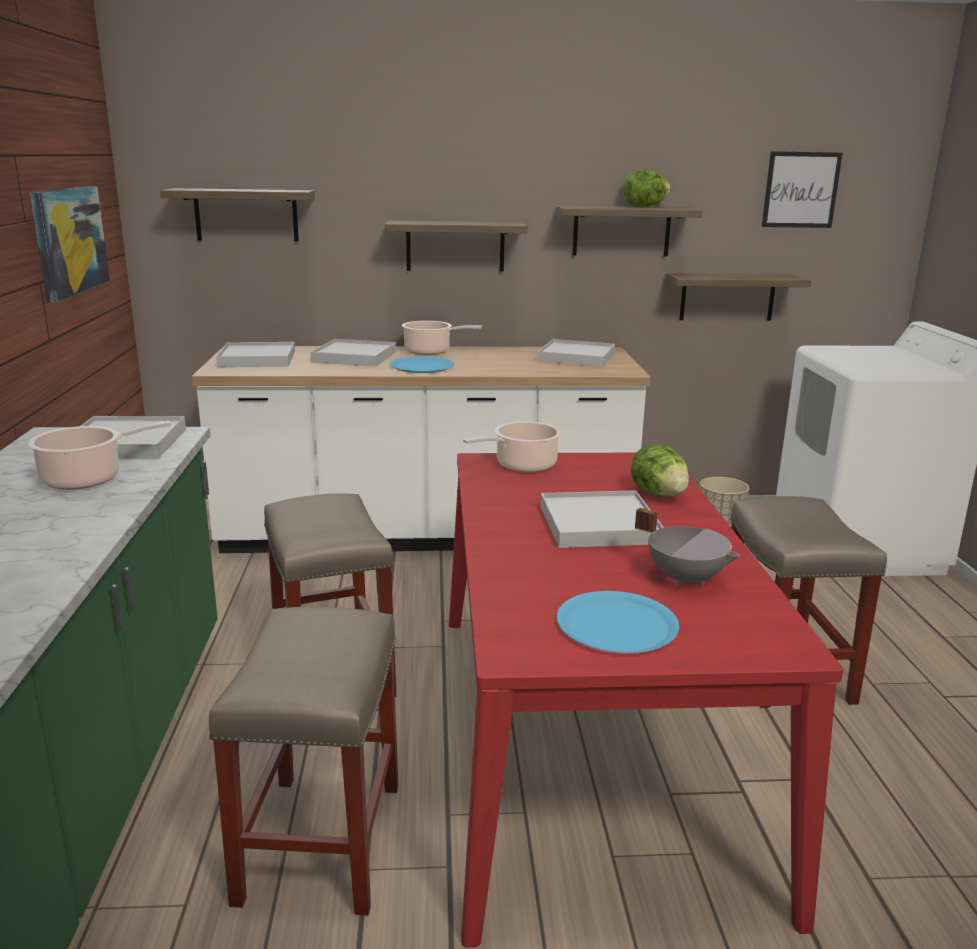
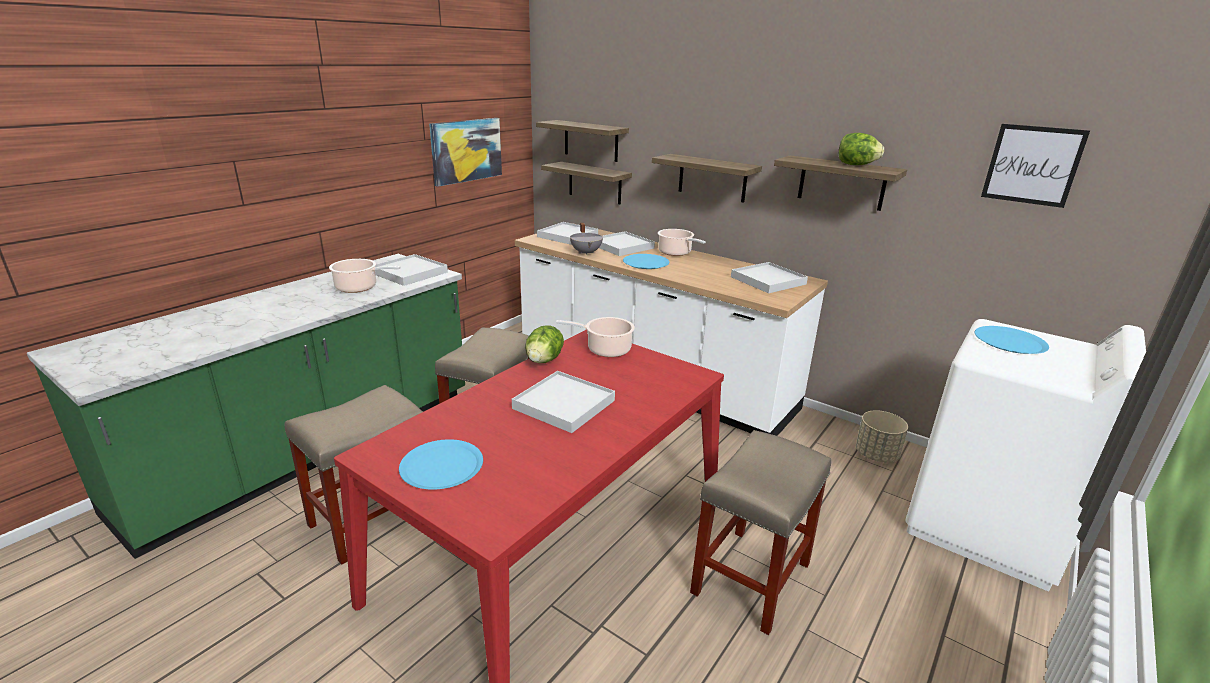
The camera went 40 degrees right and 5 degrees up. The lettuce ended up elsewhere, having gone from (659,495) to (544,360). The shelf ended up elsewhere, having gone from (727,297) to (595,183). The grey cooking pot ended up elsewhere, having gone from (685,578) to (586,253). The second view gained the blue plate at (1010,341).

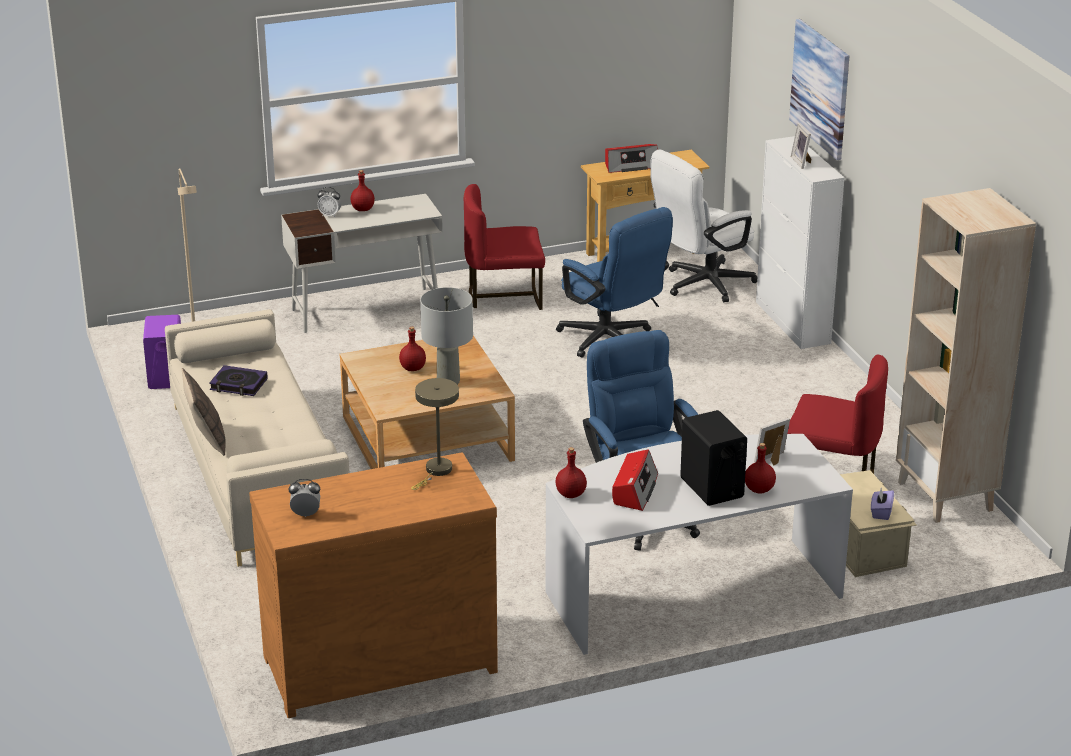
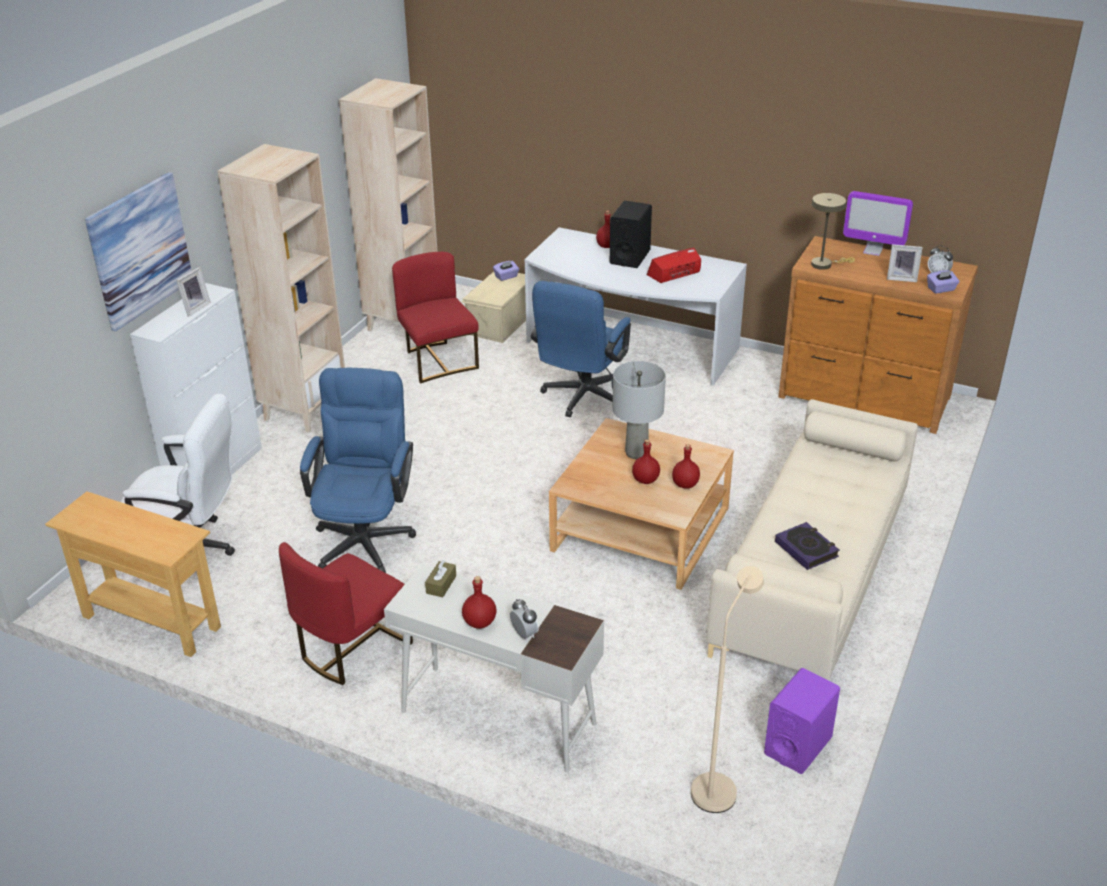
The camera went 135 degrees left and 5 degrees up. The second view gained the beige bookcase at (304,409). The red chair at (504,295) ended up facing another way, 90 degrees clockwise from before. The second view gained the brown tissue box at (441,584). The red bottle ended up elsewhere, having gone from (570,494) to (685,485). The second view gained the monitor at (872,251). The picture frame ended up elsewhere, having gone from (773,460) to (901,278). The second view gained the purple tissue box at (941,289). The second view lost the pillow at (206,440). The second view lost the radio at (630,165).

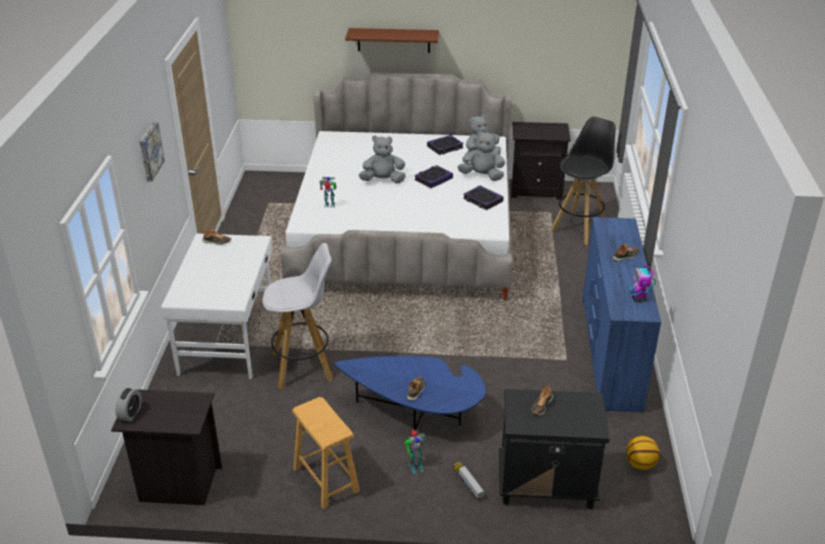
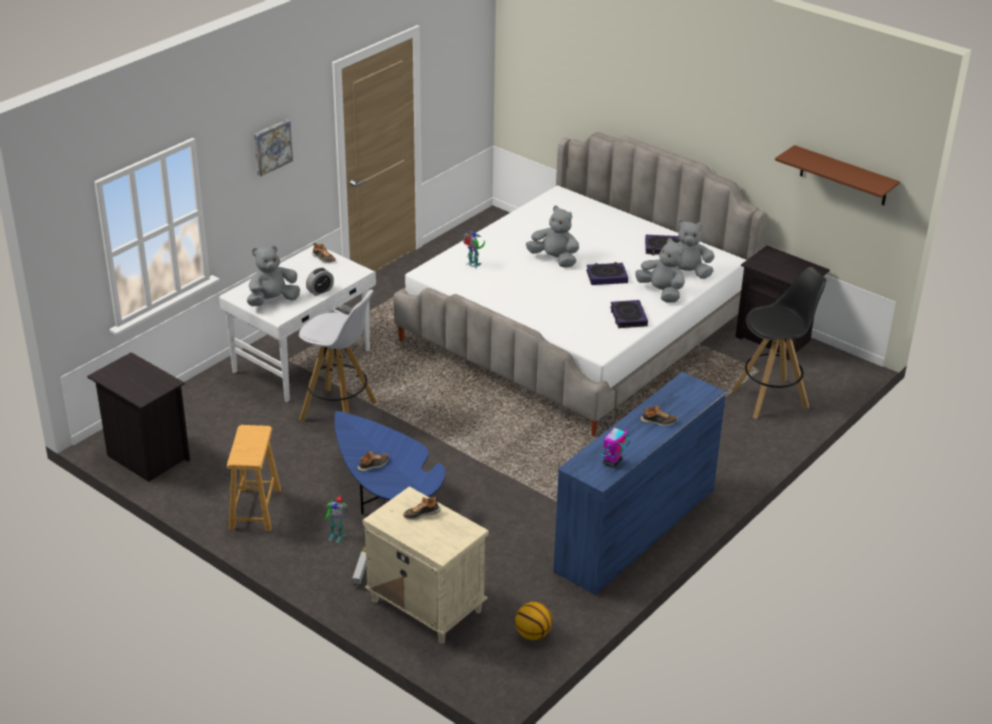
The camera went 35 degrees right and 0 degrees up. The second view gained the grey plush toy at (272,301). The alarm clock ended up elsewhere, having gone from (130,413) to (320,291). What was the black nightstand at (545,486) turned into the beige nightstand at (425,606). The brown shelf ended up elsewhere, having gone from (393,40) to (843,176).

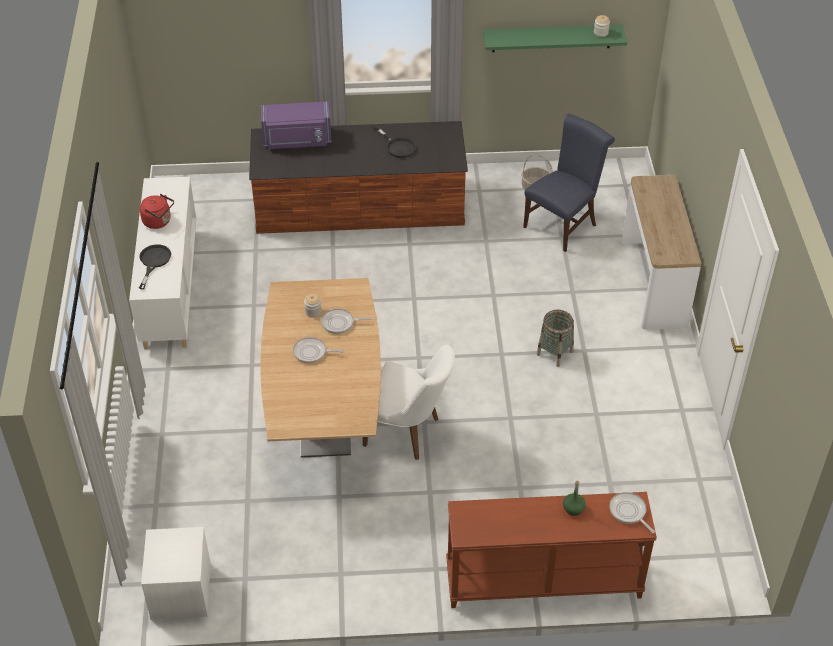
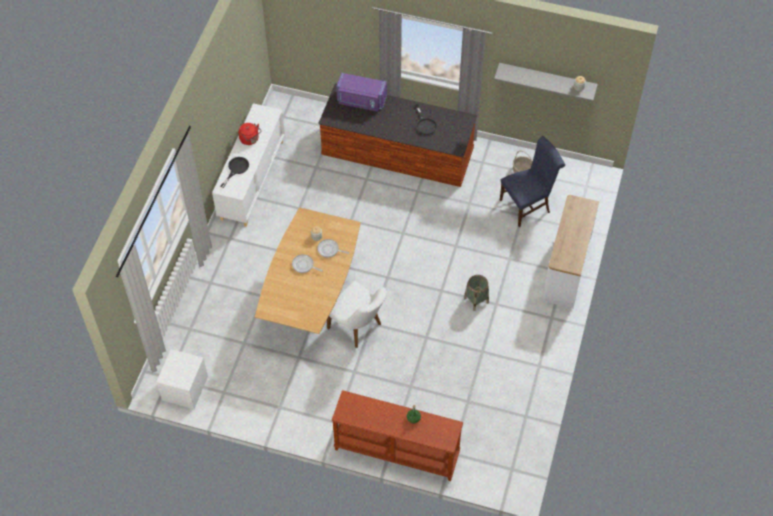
The camera went 20 degrees right and 10 degrees up. What was the green shelf at (551,38) turned into the grey shelf at (547,79). The second view lost the frying pan at (629,512).

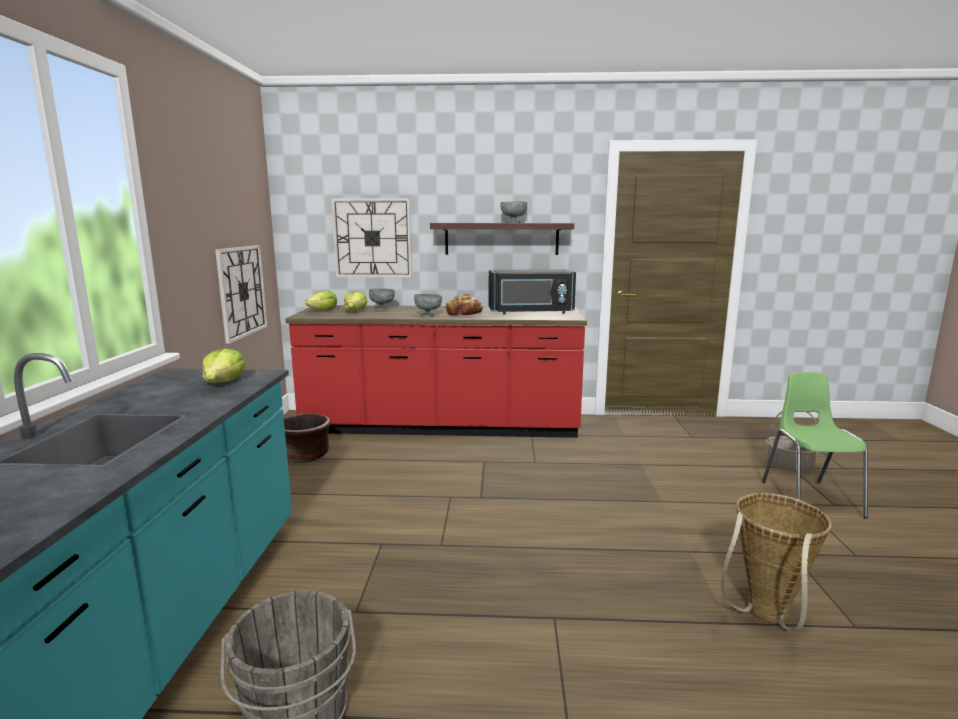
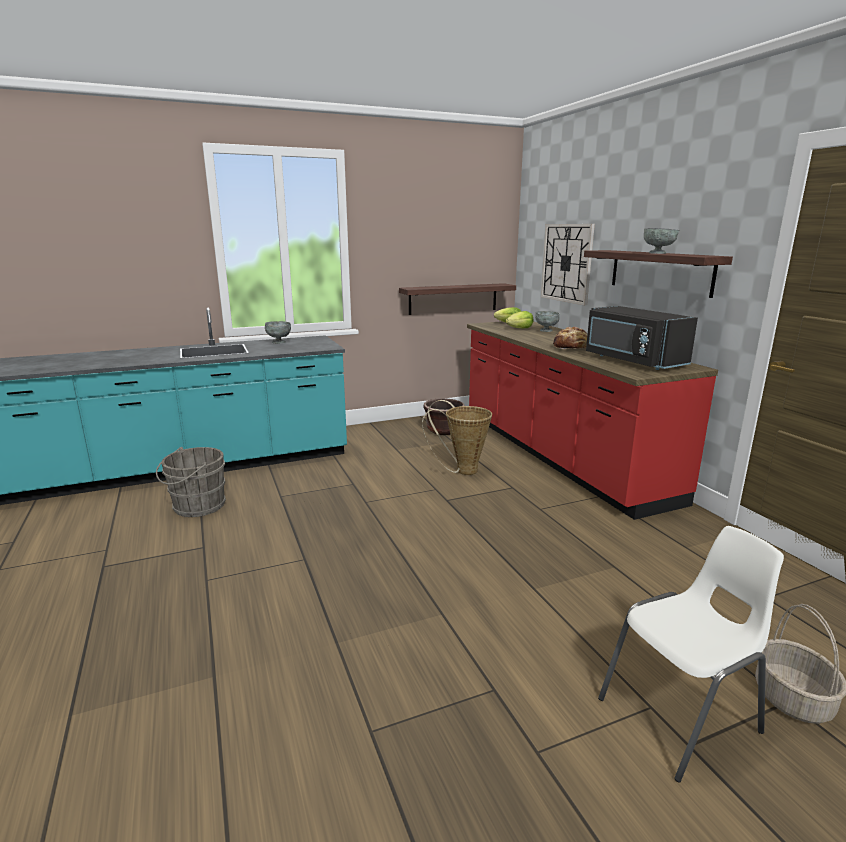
The camera went 65 degrees right and 5 degrees up. The grey bowl ended up elsewhere, having gone from (428,315) to (279,342). Where the wall clock hung at (241,291), the shelf came to hang at (453,298). The basket ended up elsewhere, having gone from (765,617) to (461,470). What was the green chair at (810,498) turned into the white chair at (681,717). The second view lost the lettuce at (223,382).

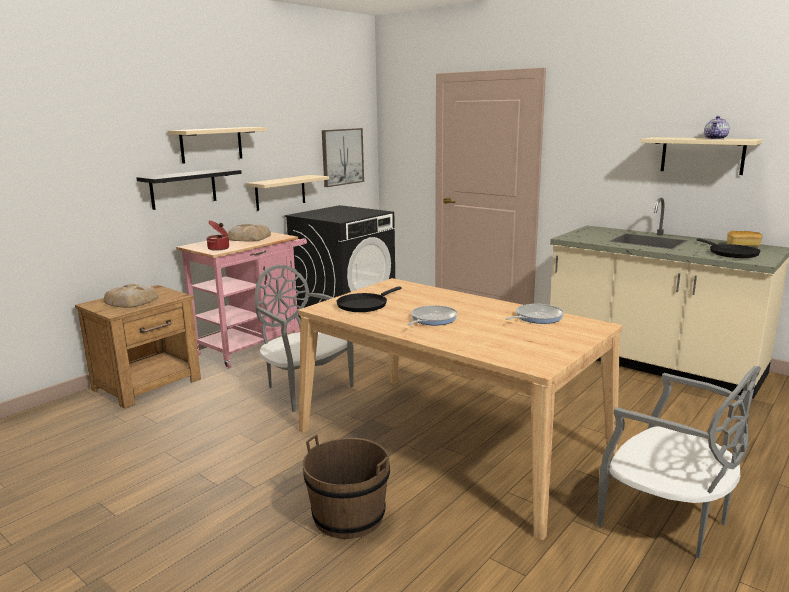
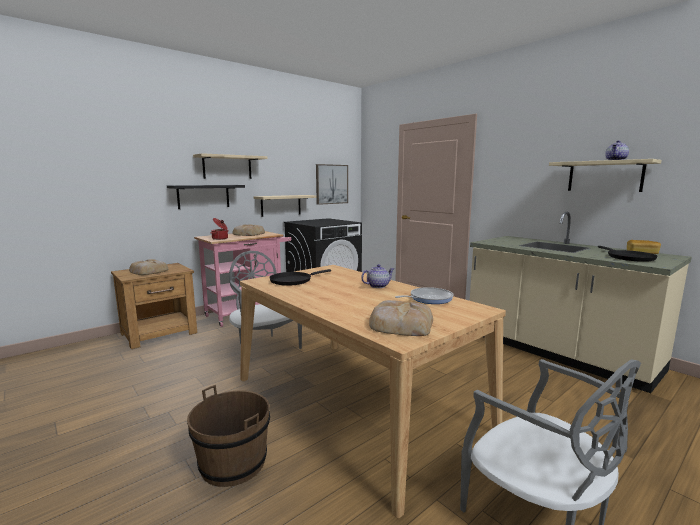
The camera went 10 degrees right and 5 degrees down. The second view gained the teapot at (378,286). The second view gained the bread at (400,324). The second view lost the frying pan at (432,319).

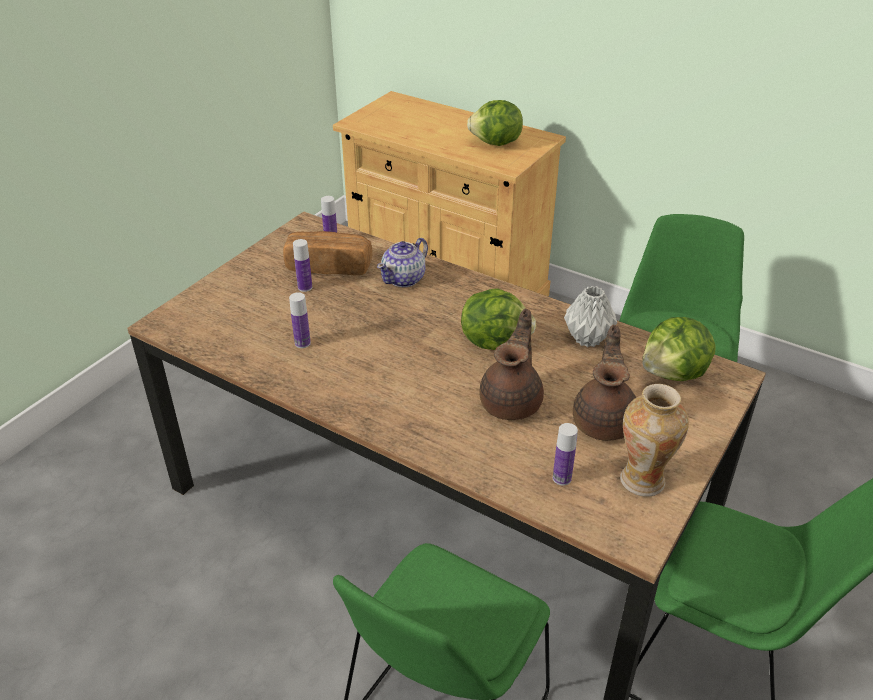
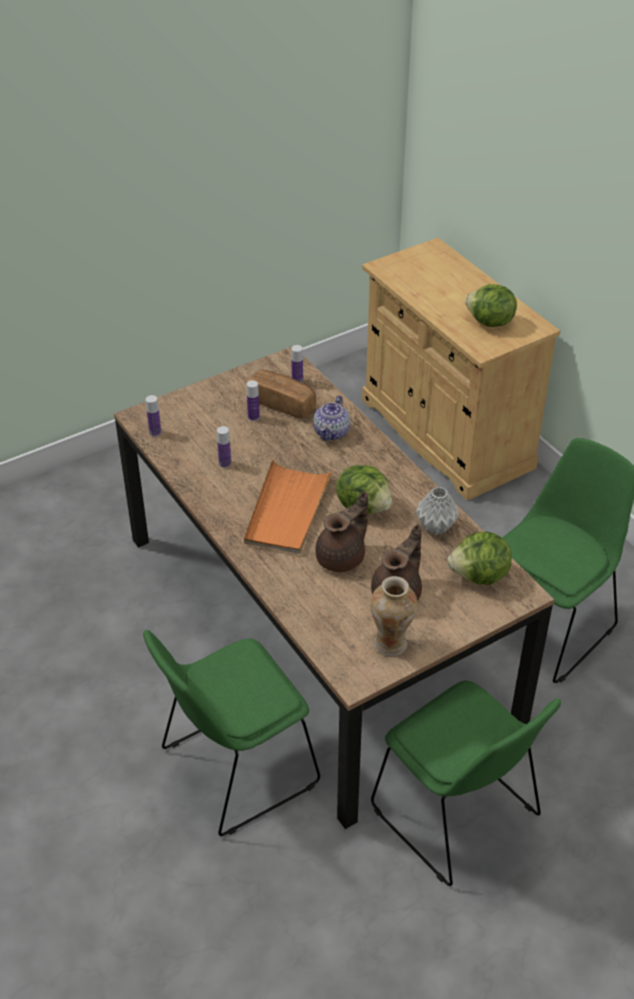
The camera went 25 degrees right and 5 degrees up. The bottle ended up elsewhere, having gone from (562,478) to (155,432). The second view gained the orange tray at (287,510). The teapot at (404,279) ended up facing another way, 45 degrees counterclockwise from before.

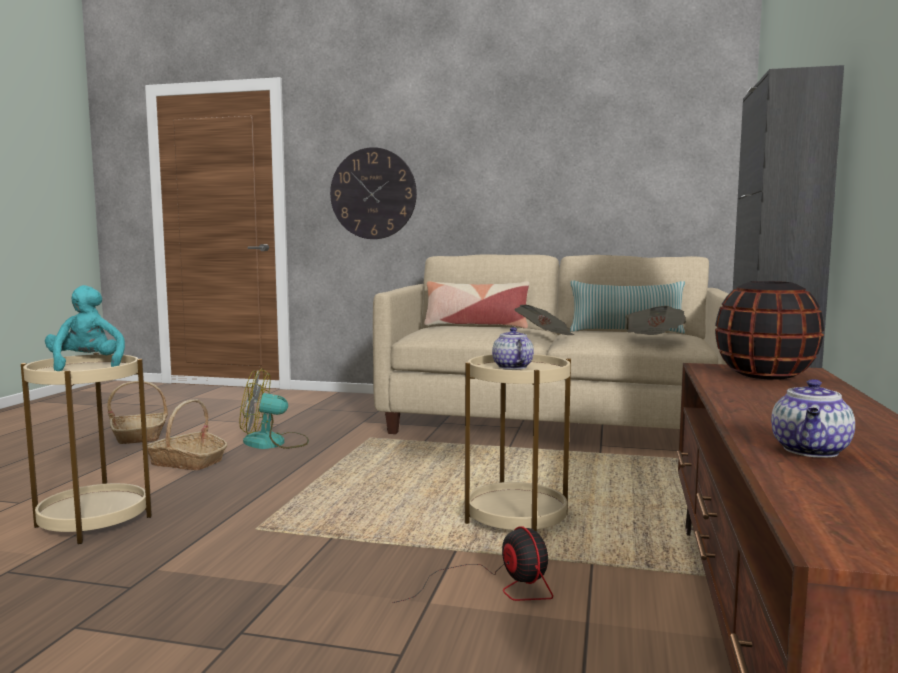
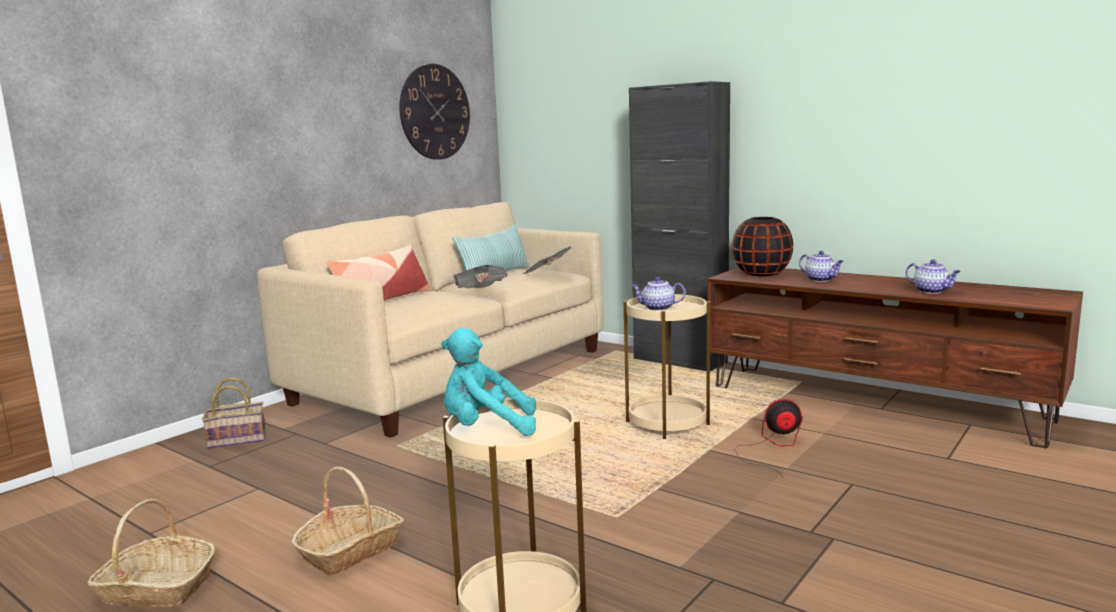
The camera went 65 degrees left and 5 degrees up. The second view gained the basket at (239,439). The wall clock ended up elsewhere, having gone from (373,193) to (435,112). The second view gained the teapot at (821,279). The second view lost the fan at (274,443).

